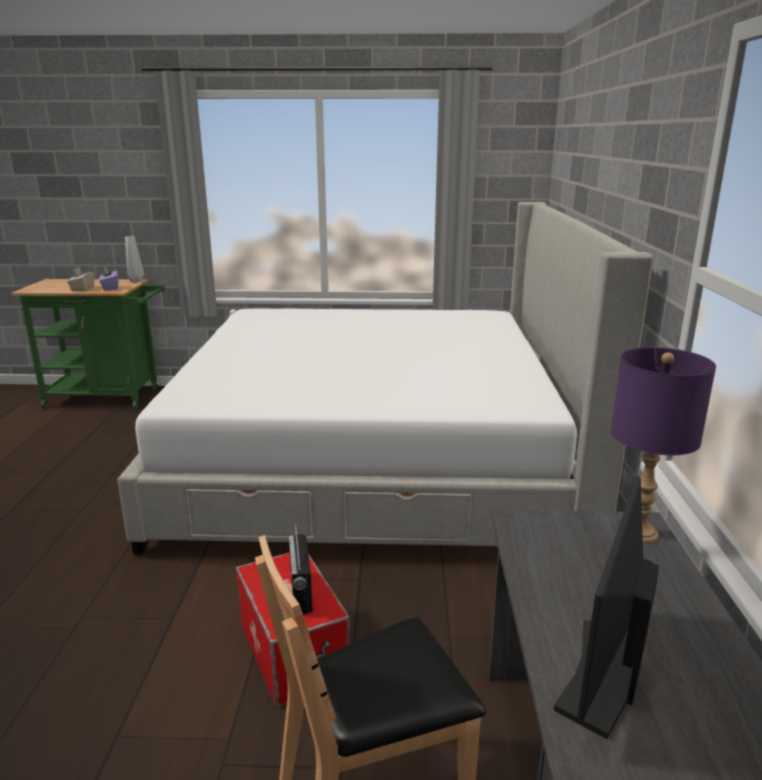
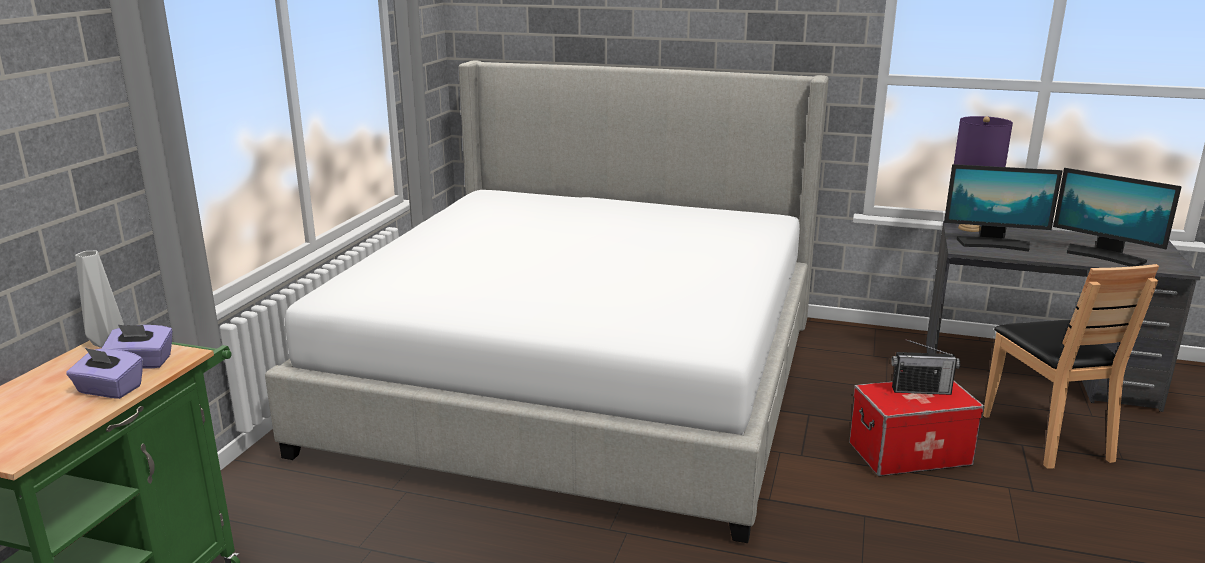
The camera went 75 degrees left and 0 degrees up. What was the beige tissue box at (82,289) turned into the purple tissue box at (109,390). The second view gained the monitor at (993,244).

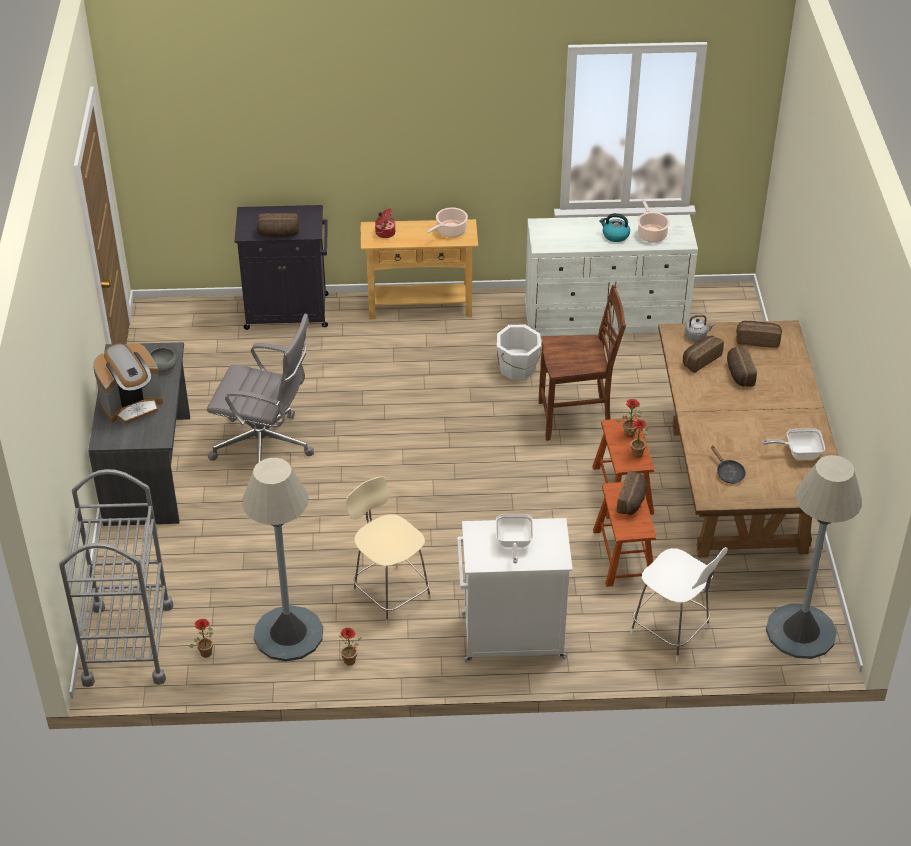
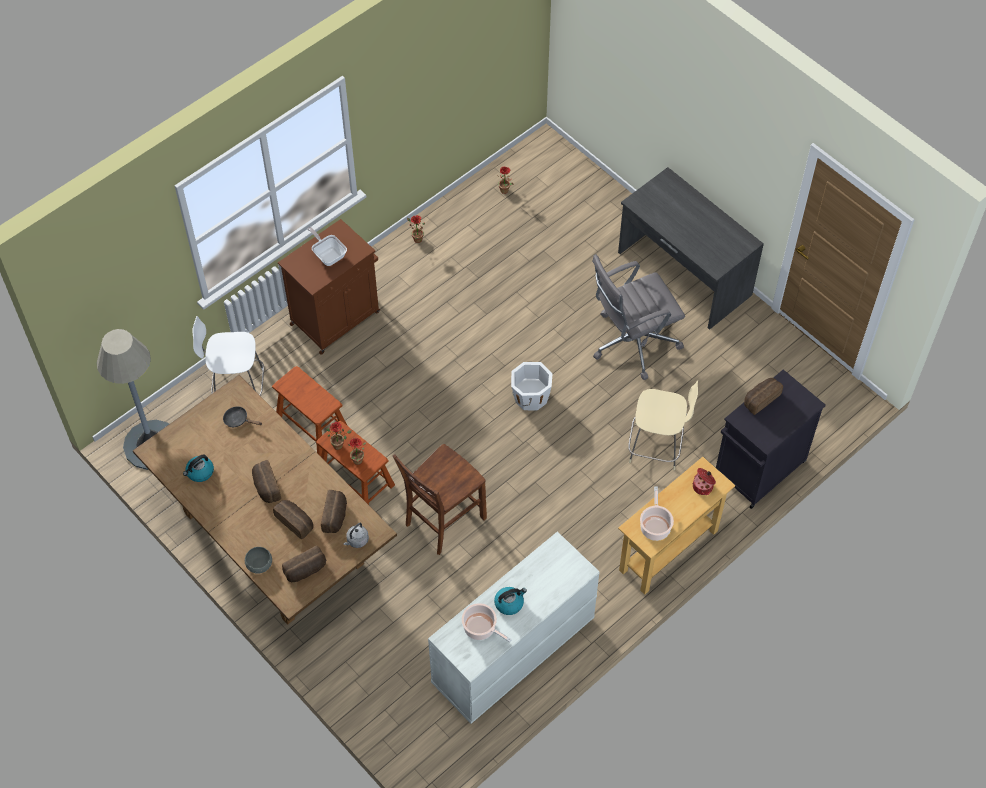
The camera went 140 degrees right and 15 degrees up. Where the frying pan stood at (798,453), the kettle came to stand at (200,472). The grey bowl ended up elsewhere, having gone from (163,366) to (259,563). The bread ended up elsewhere, having gone from (632,501) to (266,487). What was the white cabinet at (510,636) turned into the brown cabinet at (336,317). The white bucket ended up elsewhere, having gone from (517,368) to (530,397). The beige chair ended up elsewhere, having gone from (390,594) to (657,447). The second view lost the grey cart at (128,643). The second view lost the coffee machine at (132,405). The second view lost the grey floor lamp at (288,634).

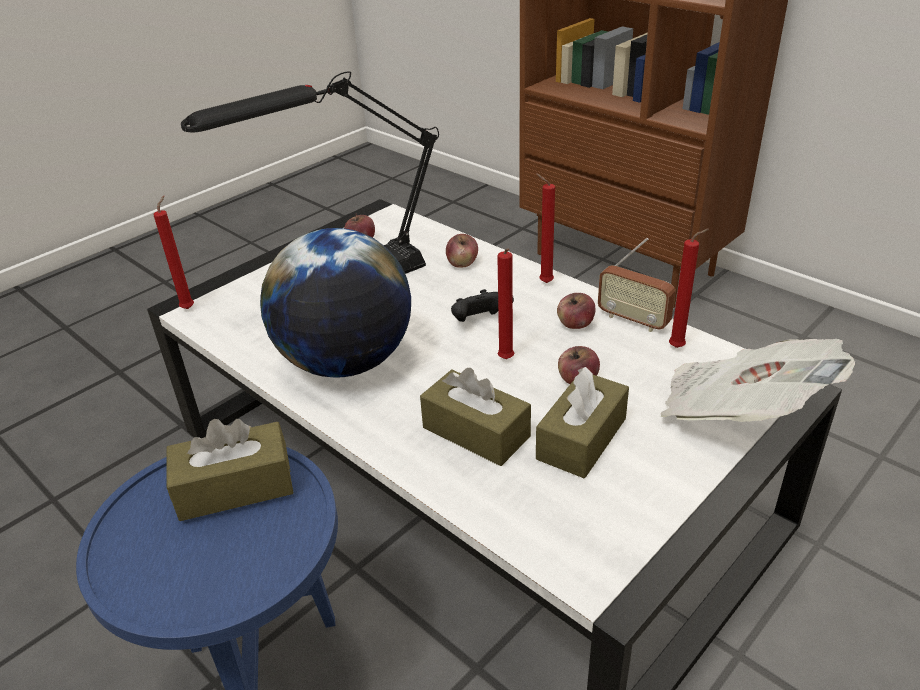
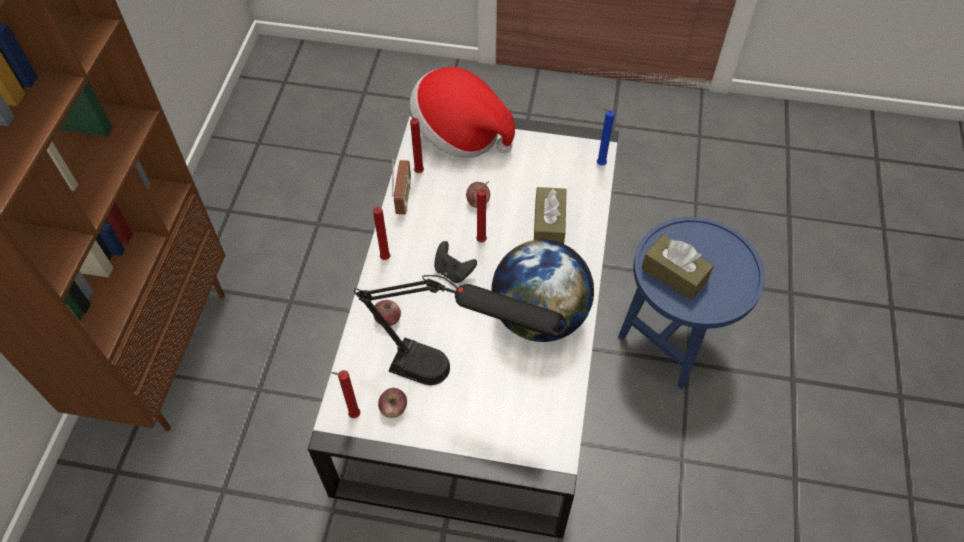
The camera went 125 degrees left and 20 degrees up. The red candle ended up elsewhere, having gone from (189,307) to (352,415). Where the newspaper stood at (739,413), the hat came to stand at (460,133). The second view gained the blue candle at (599,164). The second view lost the brown tissue box at (581,438). The second view lost the apple at (575,324).

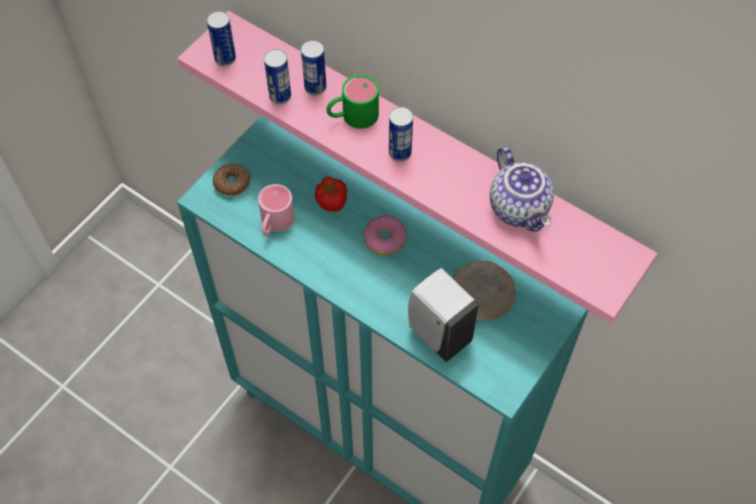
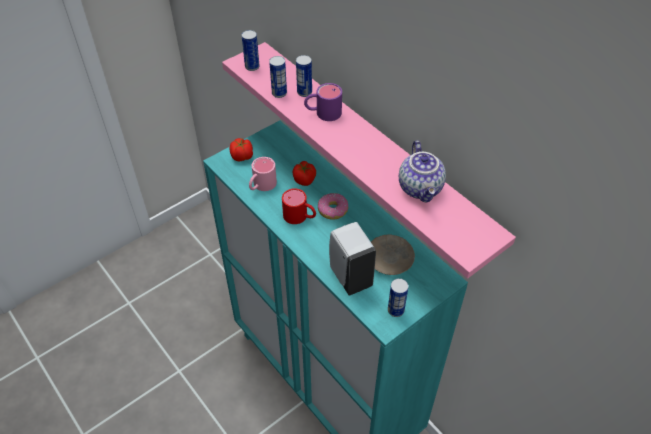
The camera went 15 degrees right and 10 degrees down. Where the donut stood at (232,183), the tomato came to stand at (242,157). The second view gained the red mug at (300,217). What was the green mug at (352,116) turned into the purple mug at (323,113). The can ended up elsewhere, having gone from (400,153) to (395,310).

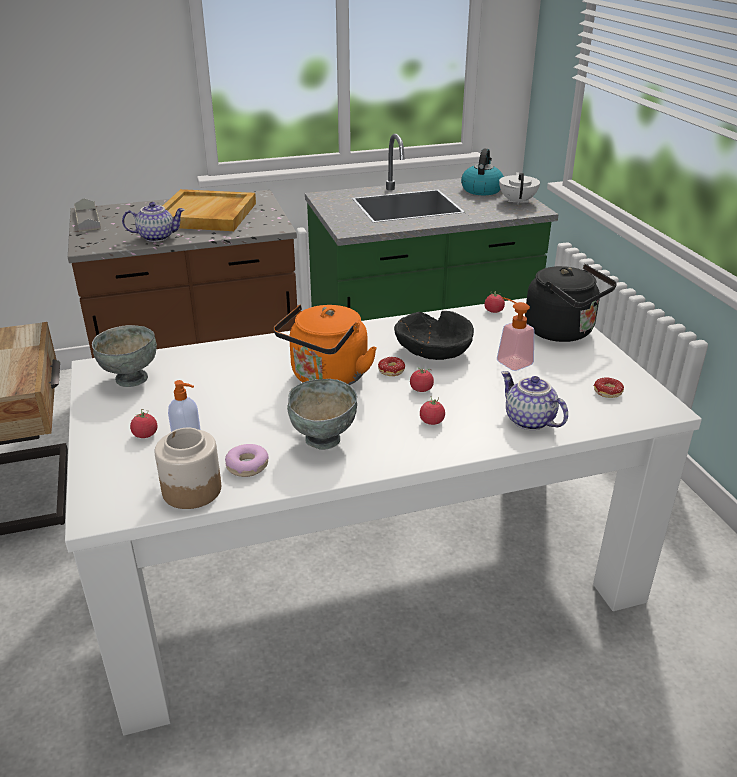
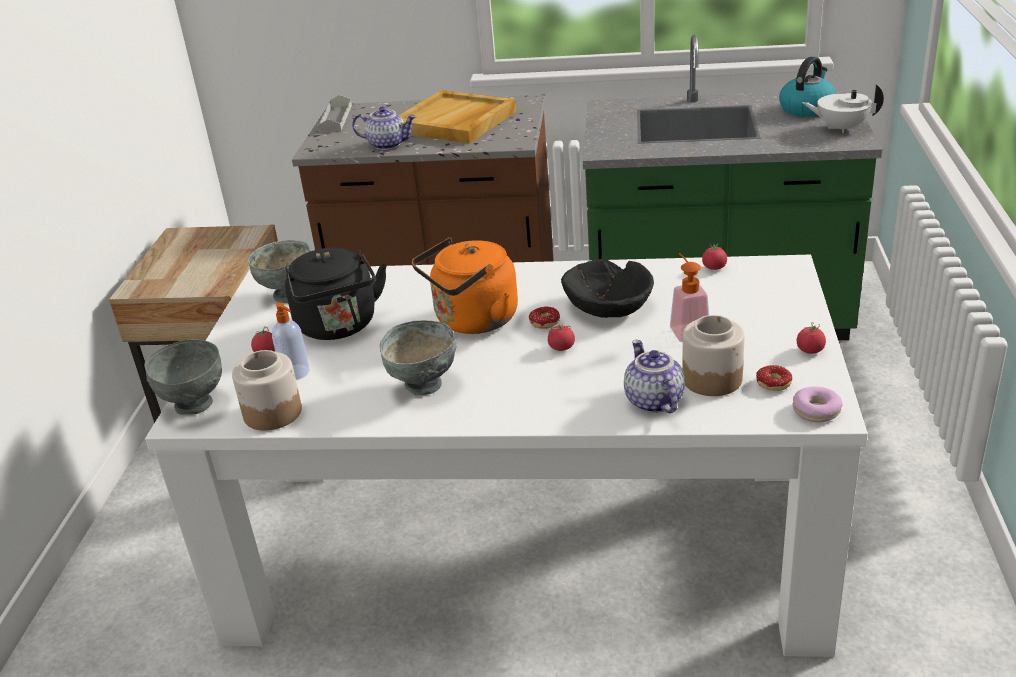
The camera went 25 degrees right and 0 degrees up. The second view gained the grey bowl at (195,405). The black kettle ended up elsewhere, having gone from (563,332) to (339,327). The second view gained the jar at (712,379). The donut ended up elsewhere, having gone from (247,466) to (816,410). The tomato ended up elsewhere, having gone from (431,421) to (810,350). The white teapot at (517,201) ended up facing another way, 105 degrees counterclockwise from before.

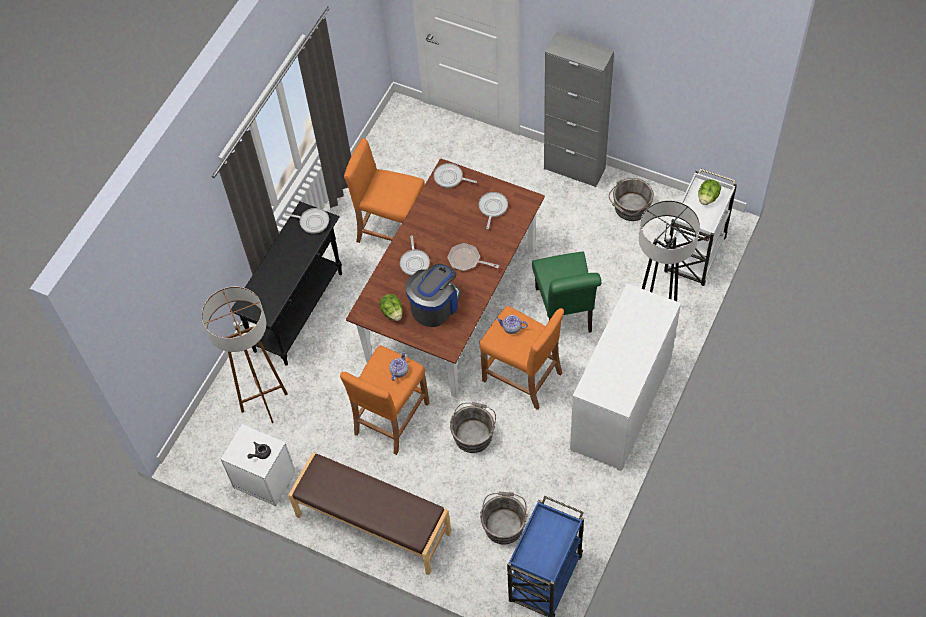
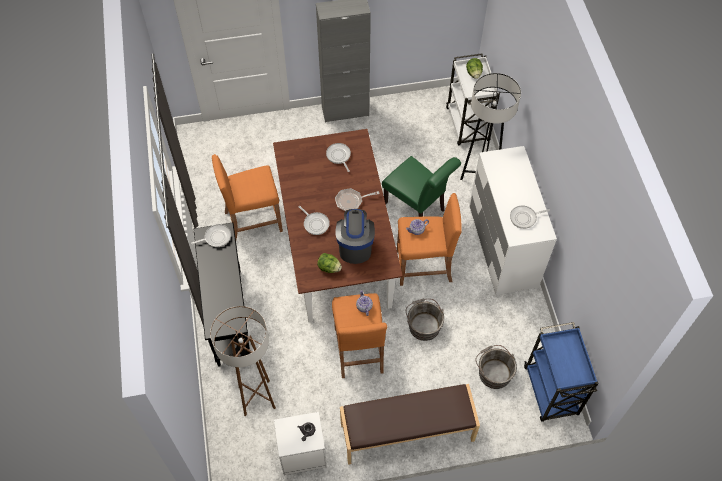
The camera went 40 degrees left and 0 degrees up. The frying pan ended up elsewhere, having gone from (450,178) to (524,218). The second view lost the grey bucket at (630,208).

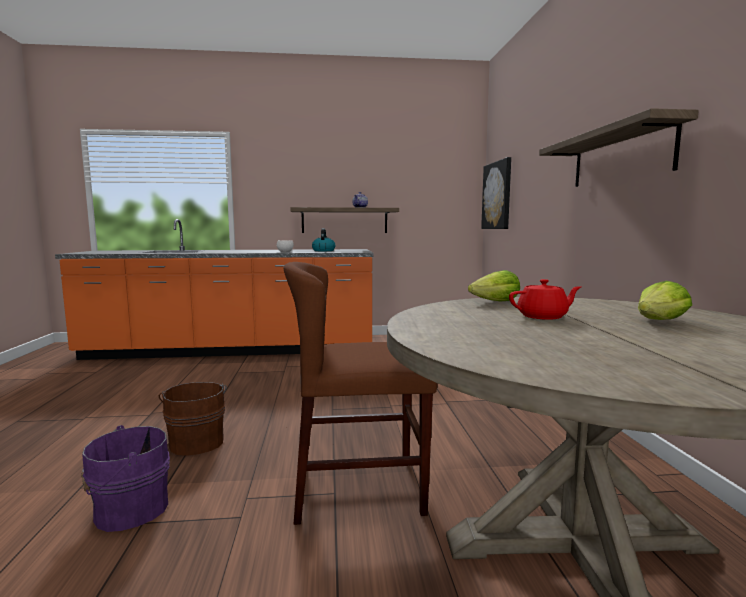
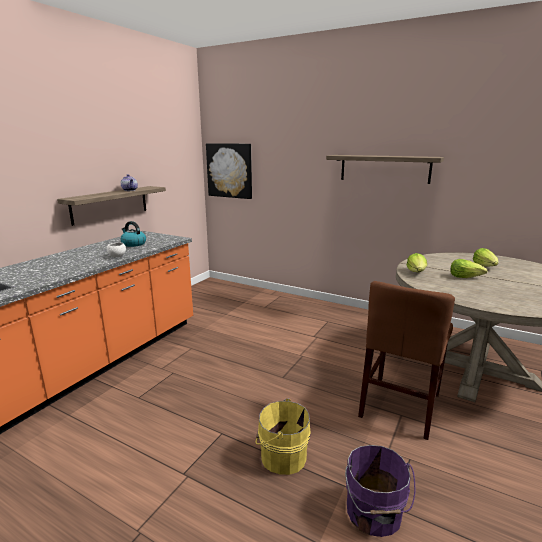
The camera went 55 degrees left and 10 degrees up. What was the brown bucket at (197,441) turned into the yellow bucket at (281,456). Where the red teapot stood at (543,317), the lettuce came to stand at (465,277).

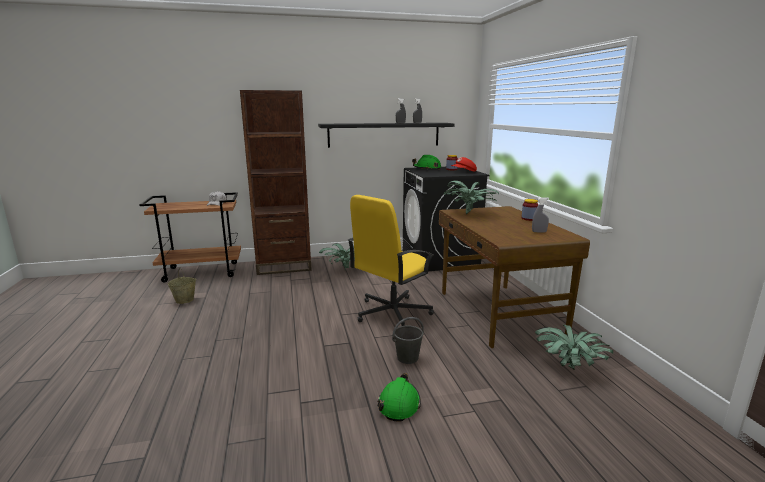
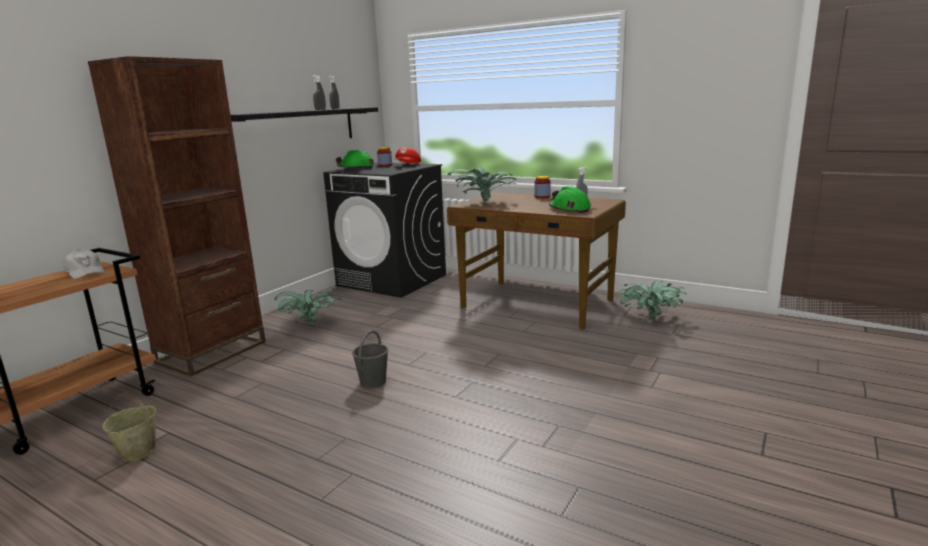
The camera went 45 degrees left and 0 degrees up. The grey bucket ended up elsewhere, having gone from (407,358) to (372,382). The green hard hat ended up elsewhere, having gone from (399,404) to (569,209). The second view lost the yellow office chair at (391,313).

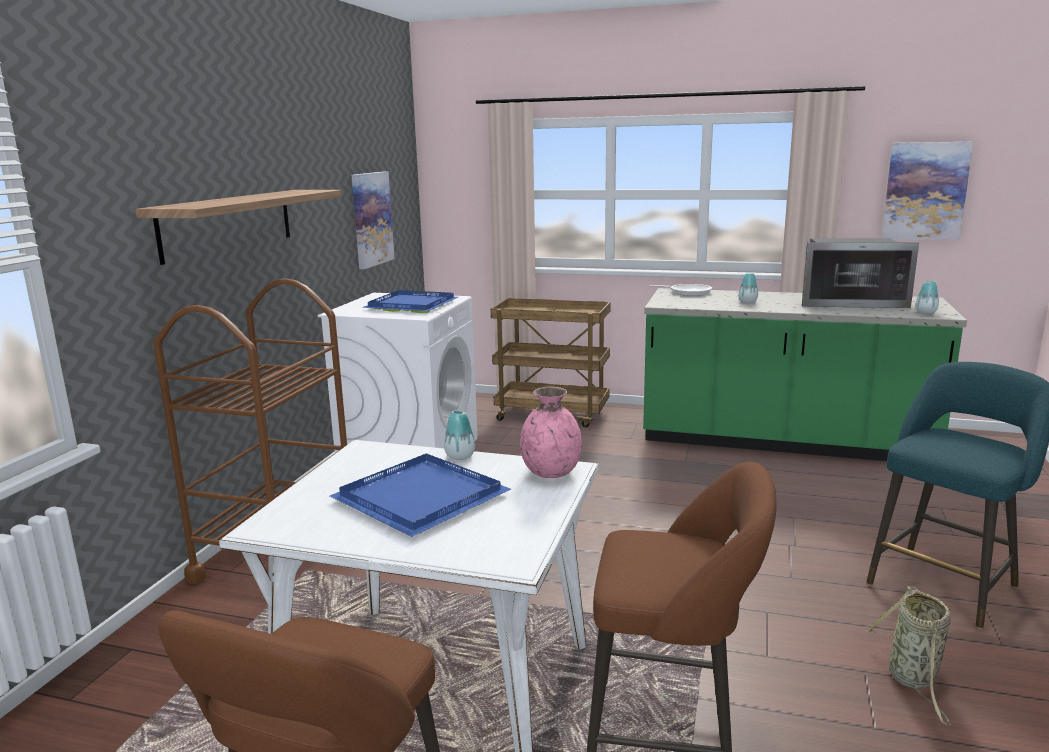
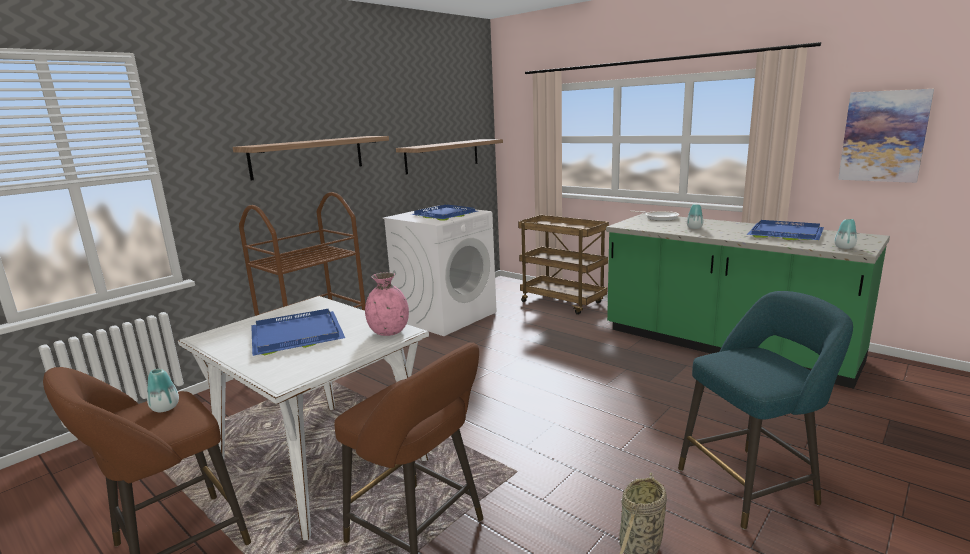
The camera went 25 degrees right and 0 degrees up. The vase ended up elsewhere, having gone from (460,456) to (165,408). Where the picture hung at (371,219), the shelf came to hang at (442,156). Where the microwave stood at (850,301), the blue tray came to stand at (787,233).

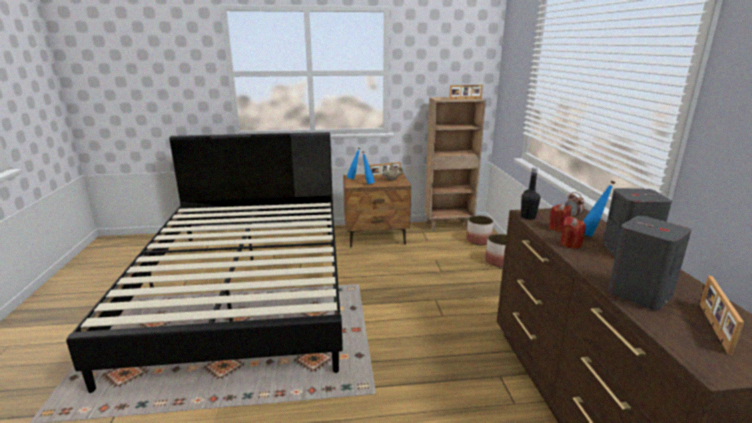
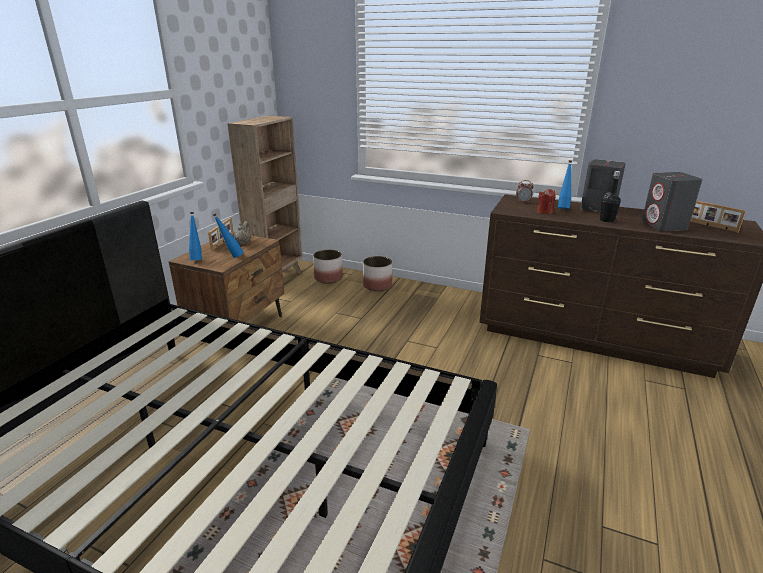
The camera went 60 degrees left and 5 degrees up. The black bottle ended up elsewhere, having gone from (528,217) to (607,220). The second view lost the picture frame at (465,99). The second view lost the red candle at (570,244).

